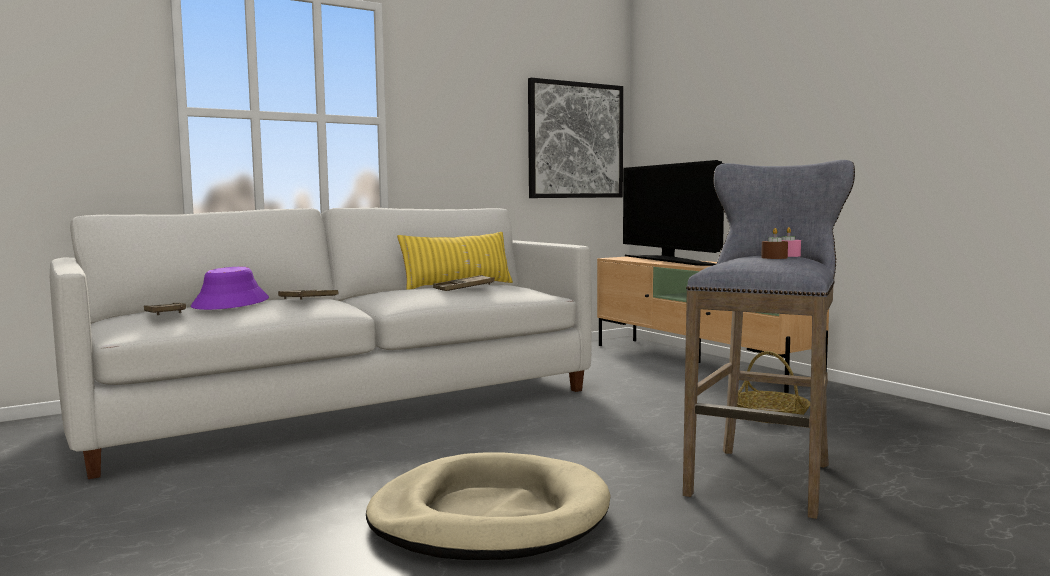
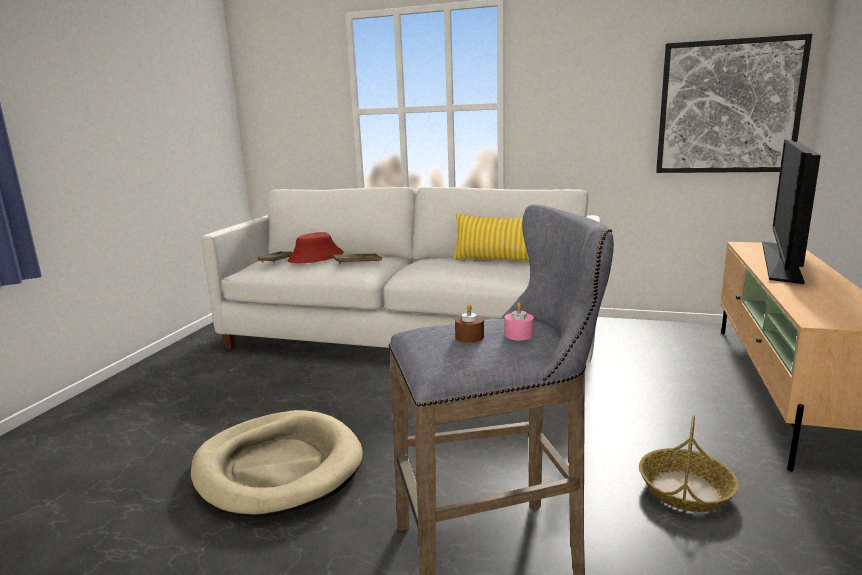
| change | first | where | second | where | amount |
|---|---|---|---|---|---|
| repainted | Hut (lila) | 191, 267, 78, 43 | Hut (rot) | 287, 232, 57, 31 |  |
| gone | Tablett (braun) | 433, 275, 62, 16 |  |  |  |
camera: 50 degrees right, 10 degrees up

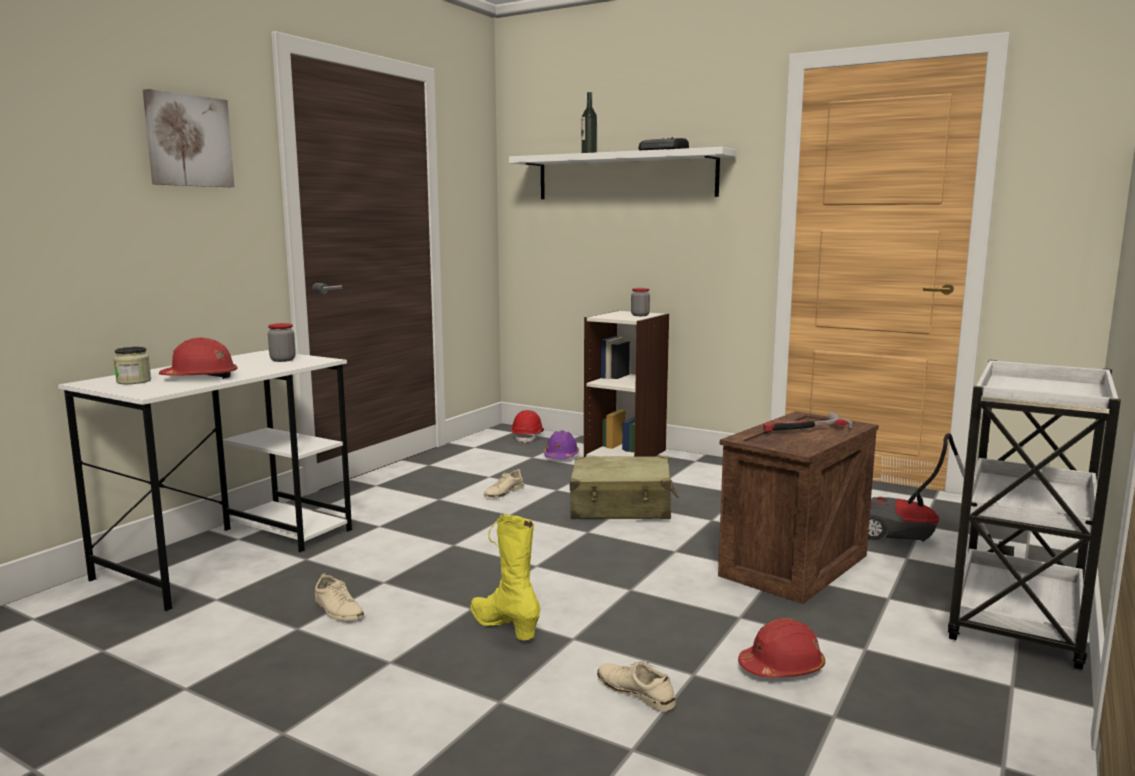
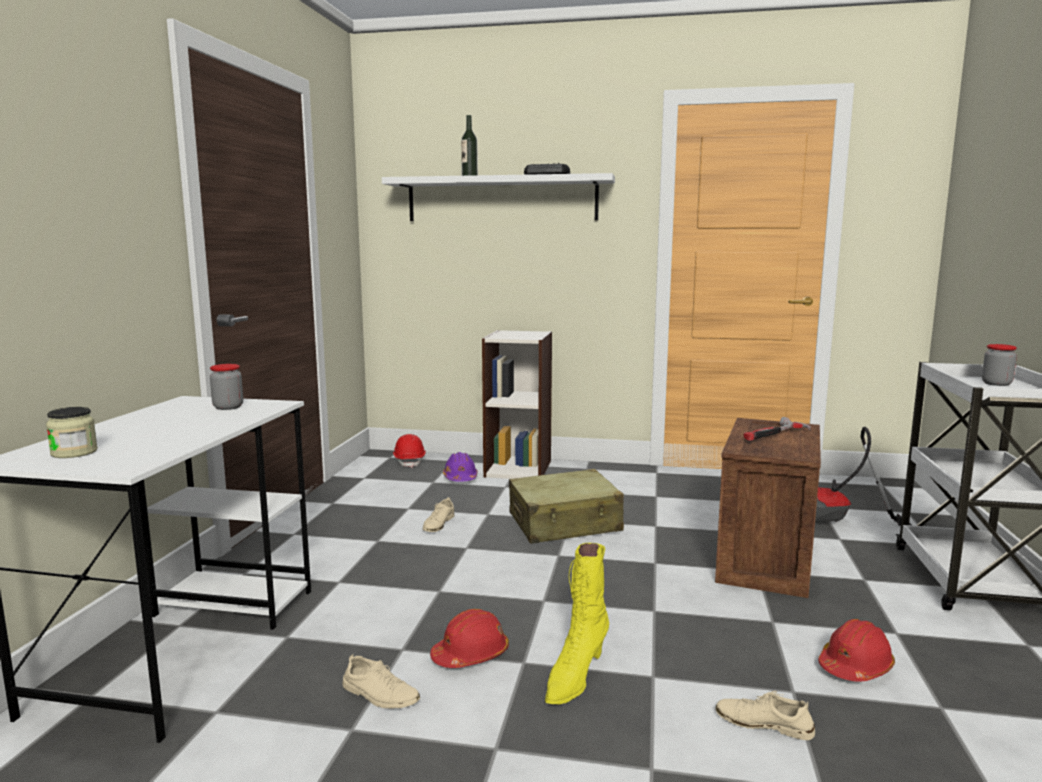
| change | first | where | second | where | amount |
|---|---|---|---|---|---|
| shifted | Schutzhelm (rot) | 159, 337, 79, 42 |  | 430, 609, 79, 59 |  |
| rotated | Stiefel (gelb) | 470, 514, 70, 126 |  | 545, 543, 64, 162 | 90 degrees counterclockwise |
| shifted | Vorratsglas | 631, 288, 19, 28 |  | 982, 344, 35, 42 |  |
| gone | Bild | 143, 89, 91, 98 |  |  |  |
camera: 20 degrees left, 0 degrees up

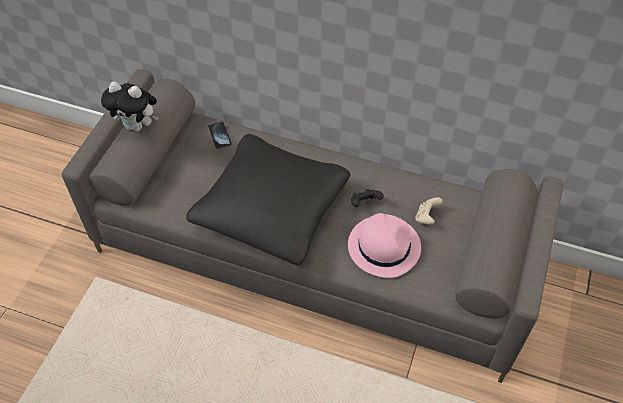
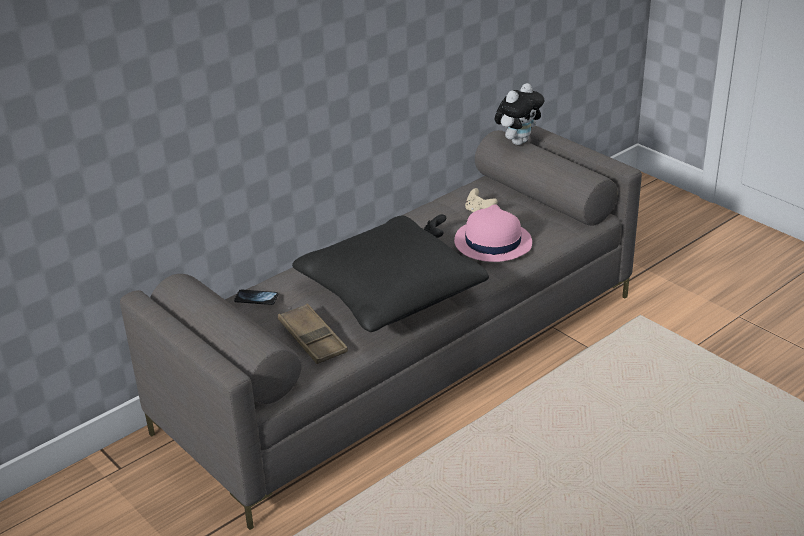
| change | first | where | second | where | amount |
|---|---|---|---|---|---|
| new |  |  | Tablett (braun) | 278, 304, 70, 60 |  |
| shifted | Plüschtier | 101, 82, 58, 50 |  | 495, 83, 49, 62 |  |
camera: 60 degrees left, 20 degrees down

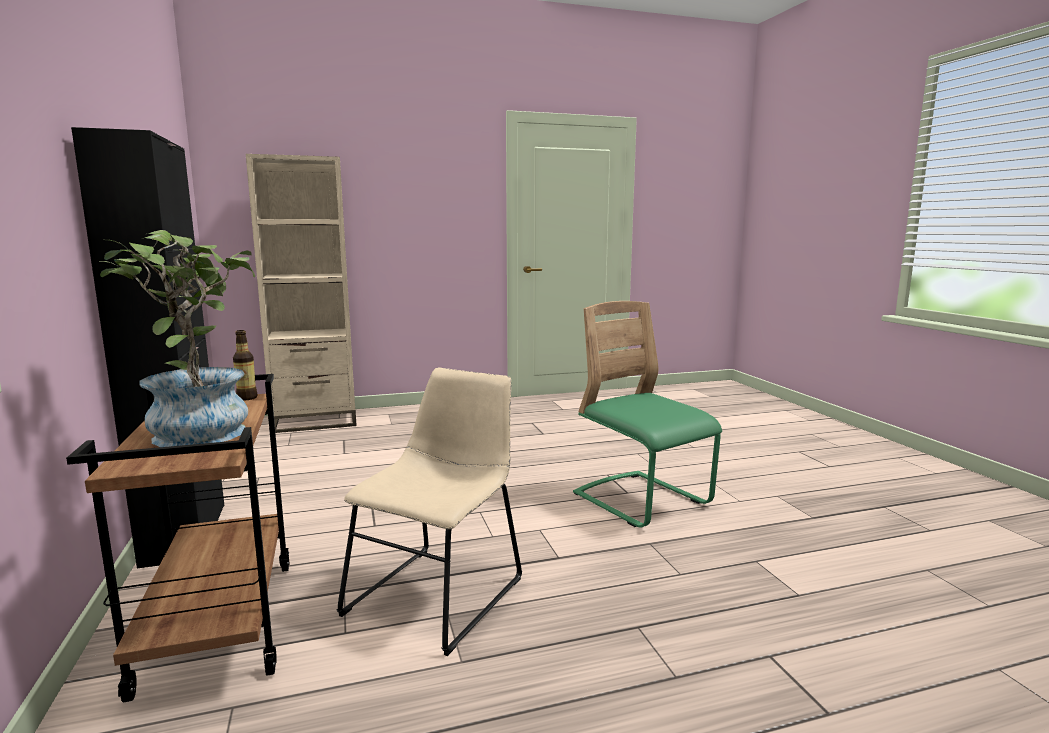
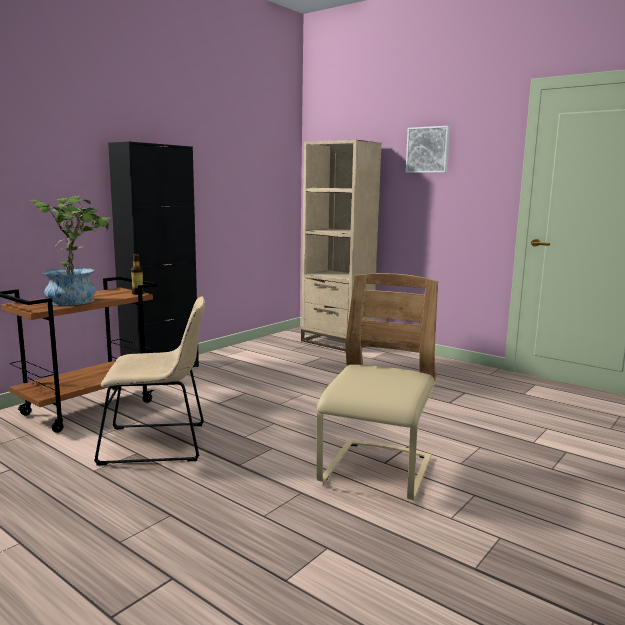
| change | first | where | second | where | amount |
|---|---|---|---|---|---|
| repainted | Stuhl (grün) | 573, 301, 149, 227 | Stuhl (beige) | 316, 273, 122, 227 |  |
| new |  |  | Bild | 406, 126, 44, 47 |  |
camera: 55 degrees right, 0 degrees up

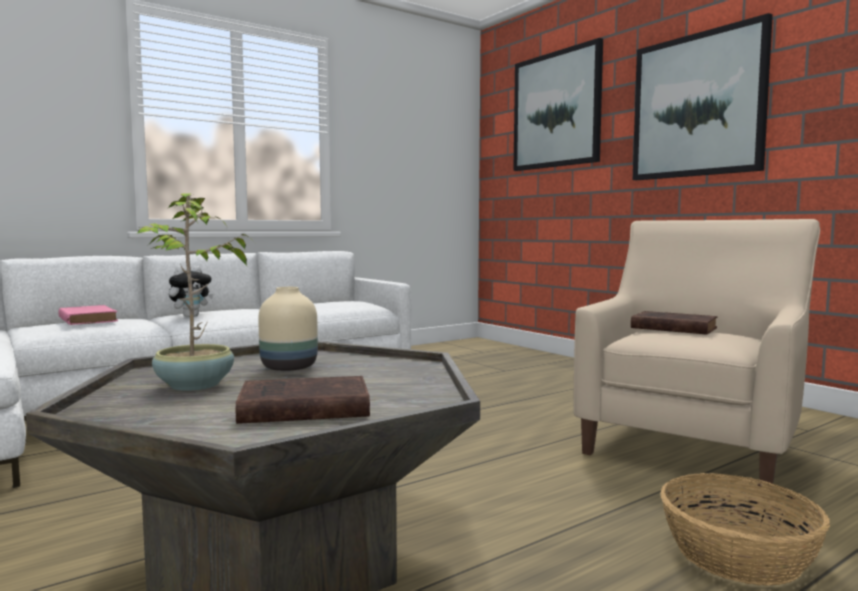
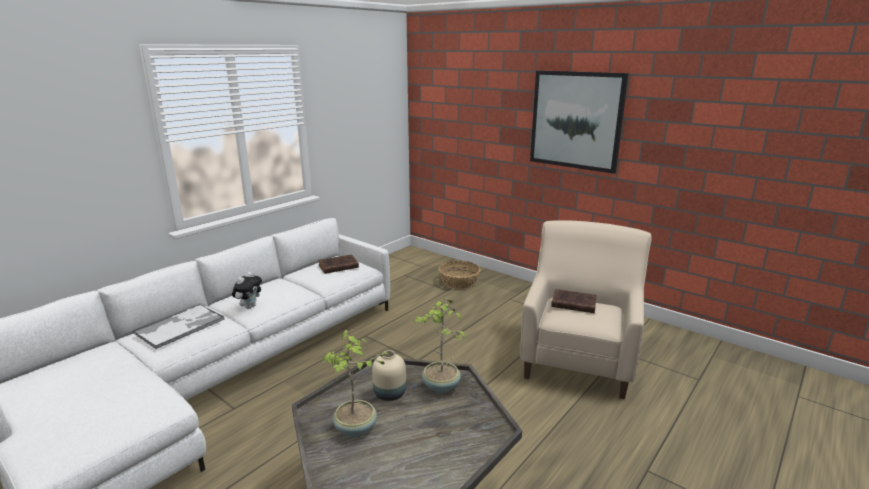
| change | first | where | second | where | amount |
|---|---|---|---|---|---|
| swapped | Buch (rosa) | 58, 305, 60, 20 | Tablett | 132, 304, 93, 45 |  |
| shifted | Buch (braun) | 235, 376, 135, 48 |  | 318, 255, 41, 19 |  |
| new |  |  | Topfpflanze | 413, 298, 52, 95 |  |
| shifted | Korb | 660, 473, 170, 113 |  | 438, 260, 42, 29 |  |
| gone | Bild | 513, 38, 90, 133 |  |  |  |
camera: 15 degrees left, 15 degrees up

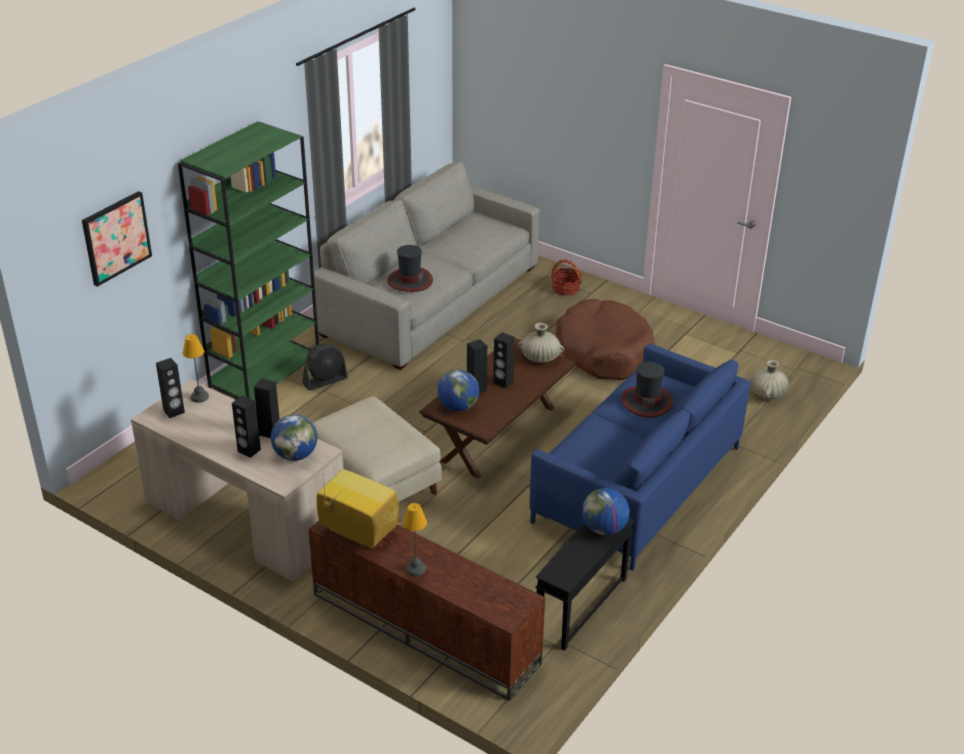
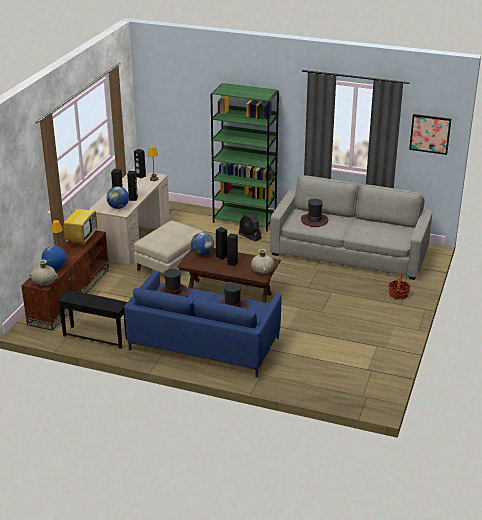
| change | first | where | second | where | amount |
|---|---|---|---|---|---|
| shifted | Vase (beige) | 751, 360, 38, 39 |  | 29, 260, 29, 26 |  |
| shifted | Globus | 582, 488, 48, 48 |  | 42, 245, 25, 25 |  |
| new |  |  | Hut | 158, 269, 31, 28 |  |
| shifted | Bild | 82, 191, 70, 96 |  | 409, 114, 42, 41 |  |
| gone | Hundebett (braun) | 556, 299, 99, 81 |  |  |  |
camera: 75 degrees right, 5 degrees down

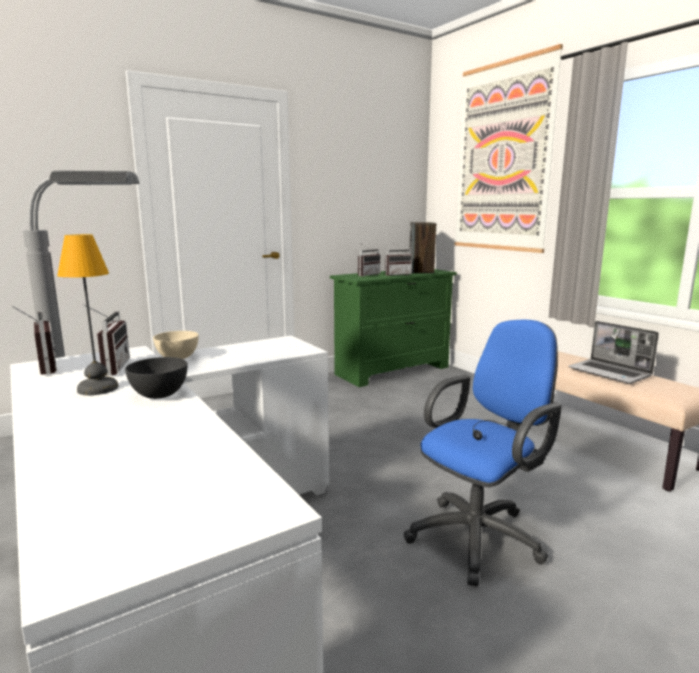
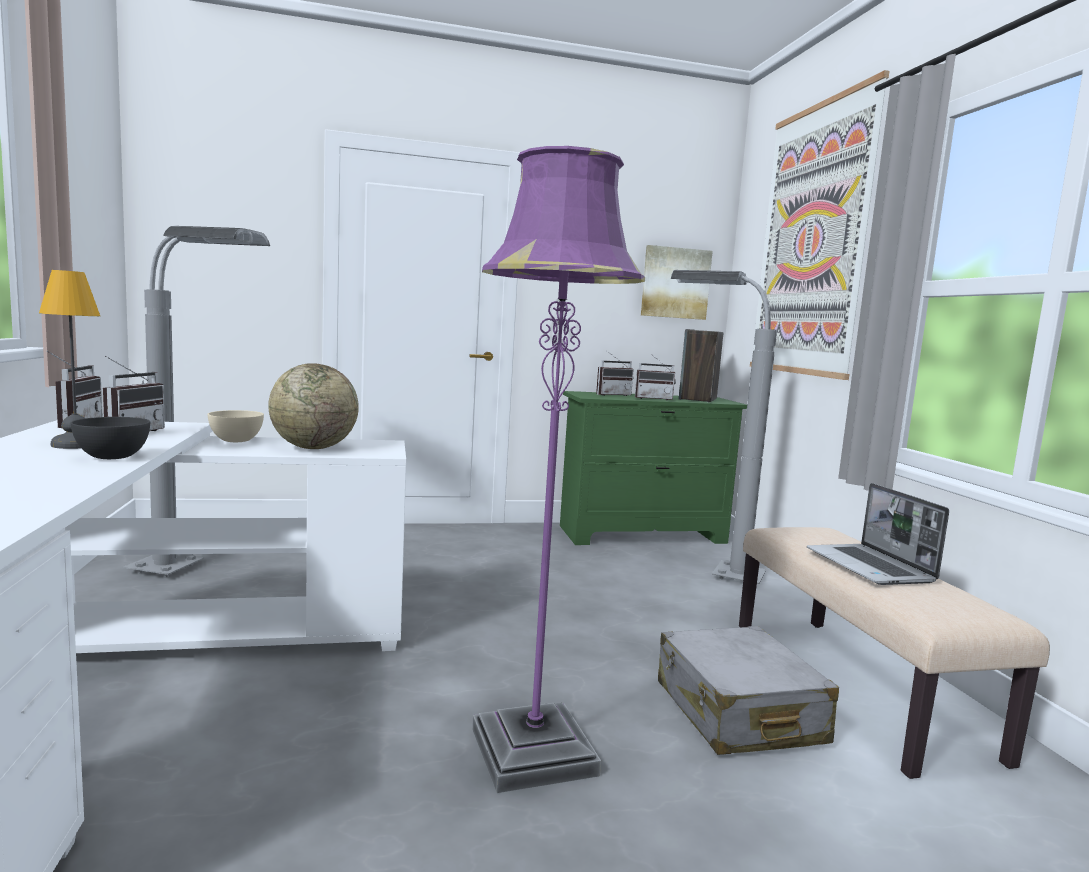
| change | first | where | second | where | amount |
|---|---|---|---|---|---|
| new |  |  | Globus | 268, 363, 91, 86 |  |
| swapped | Bürostuhl (blau) | 404, 320, 158, 266 | Stehlampe (lila) | 472, 146, 173, 647 |  |
| new |  |  | Bild | 641, 245, 72, 75 |  |
| new |  |  | Koffer (grau) | 658, 626, 181, 129 |  |
| new |  |  | Stehlampe (grau) | 671, 270, 106, 314 |  |
camera: 20 degrees right, 5 degrees down

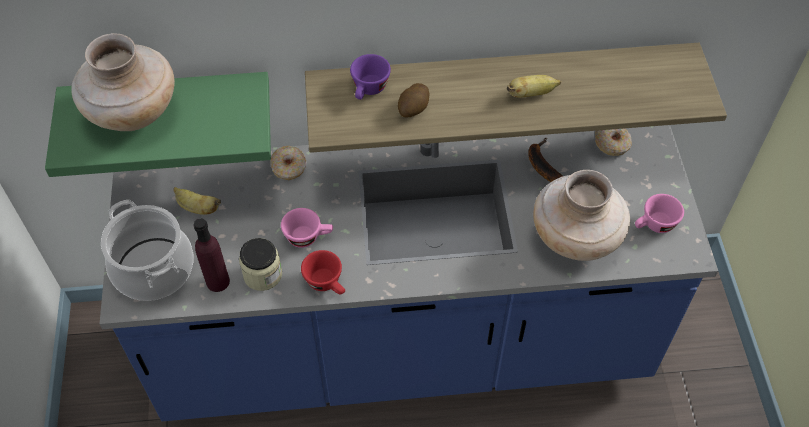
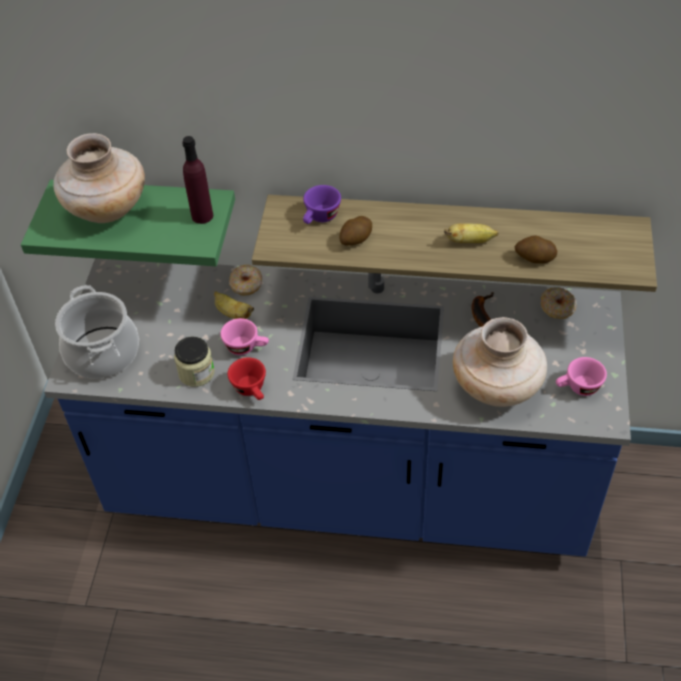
| change | first | where | second | where | amount |
|---|---|---|---|---|---|
| shifted | Flasche (lila) | 193, 218, 37, 74 |  | 182, 136, 31, 88 |  |
| shifted | Banane | 173, 187, 48, 28 |  | 214, 291, 40, 28 |  |
| new |  |  | Kartoffel | 515, 235, 42, 29 |  |
camera: 15 degrees right, 5 degrees down

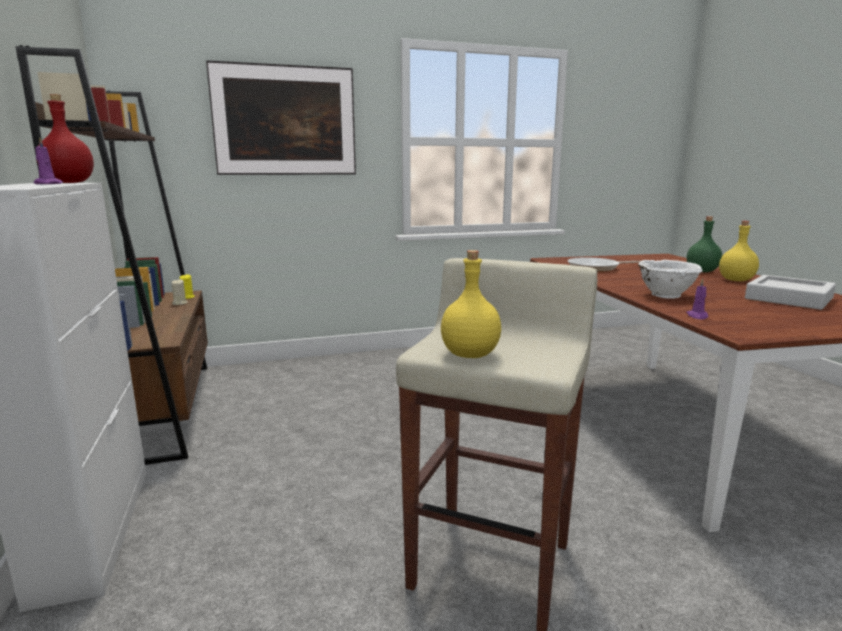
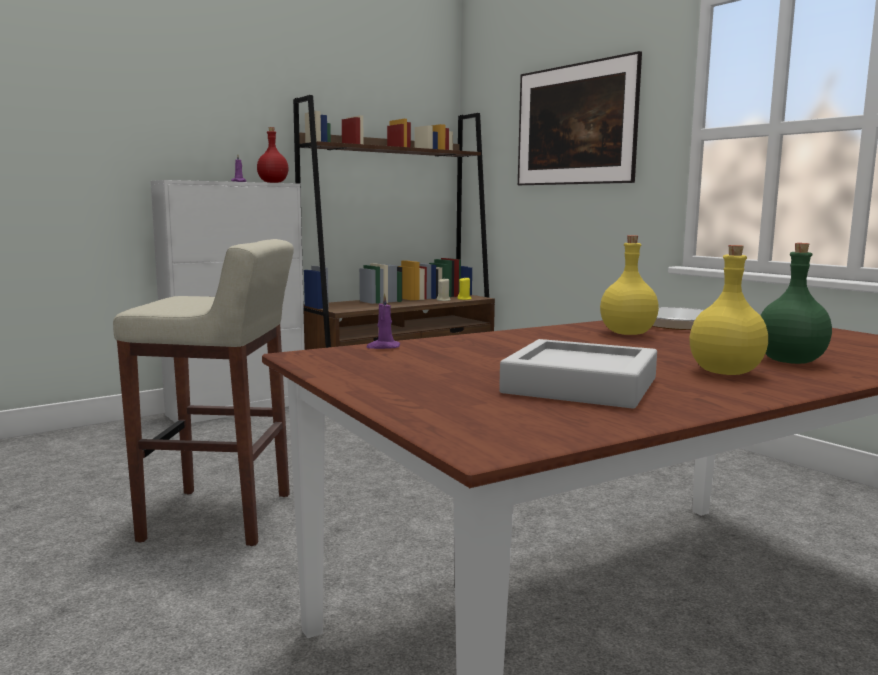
| change | first | where | second | where | amount |
|---|---|---|---|---|---|
| shifted | Flasche (gelb) | 441, 250, 60, 108 |  | 600, 235, 59, 100 |  |
| gone | Schüssel (weiß) | 638, 259, 64, 40 |  |  |  |
camera: 70 degrees right, 5 degrees down

